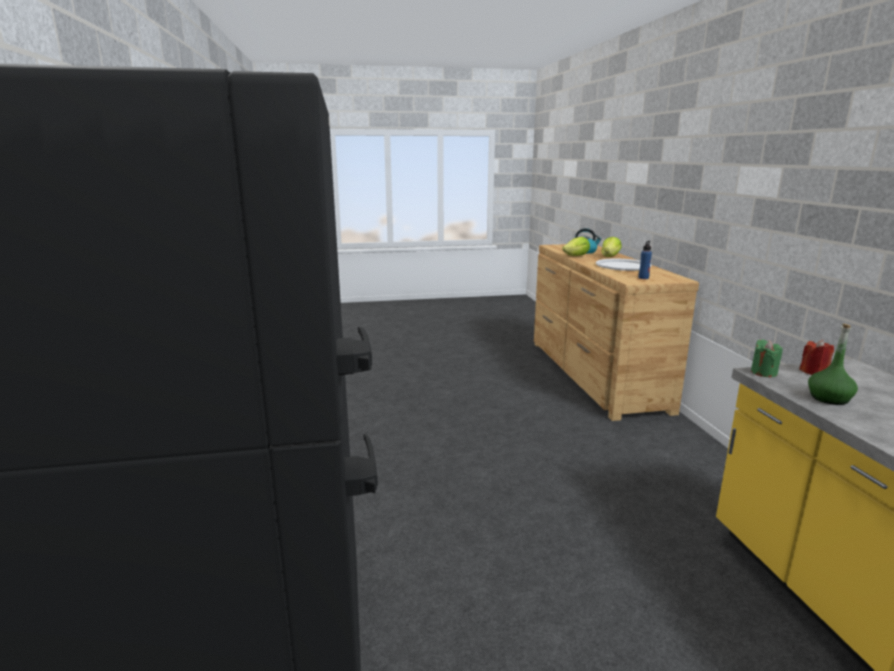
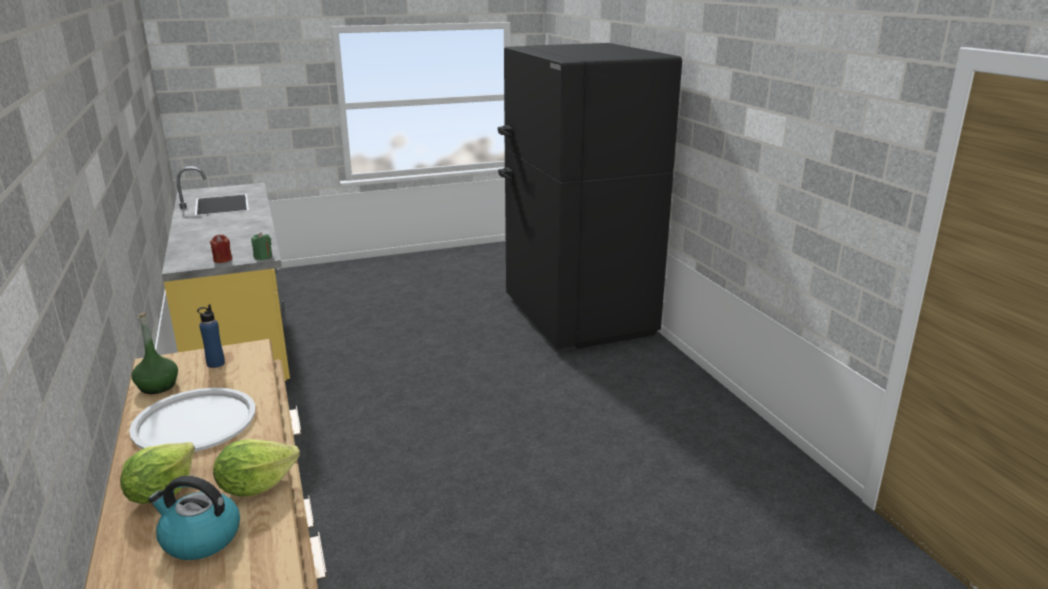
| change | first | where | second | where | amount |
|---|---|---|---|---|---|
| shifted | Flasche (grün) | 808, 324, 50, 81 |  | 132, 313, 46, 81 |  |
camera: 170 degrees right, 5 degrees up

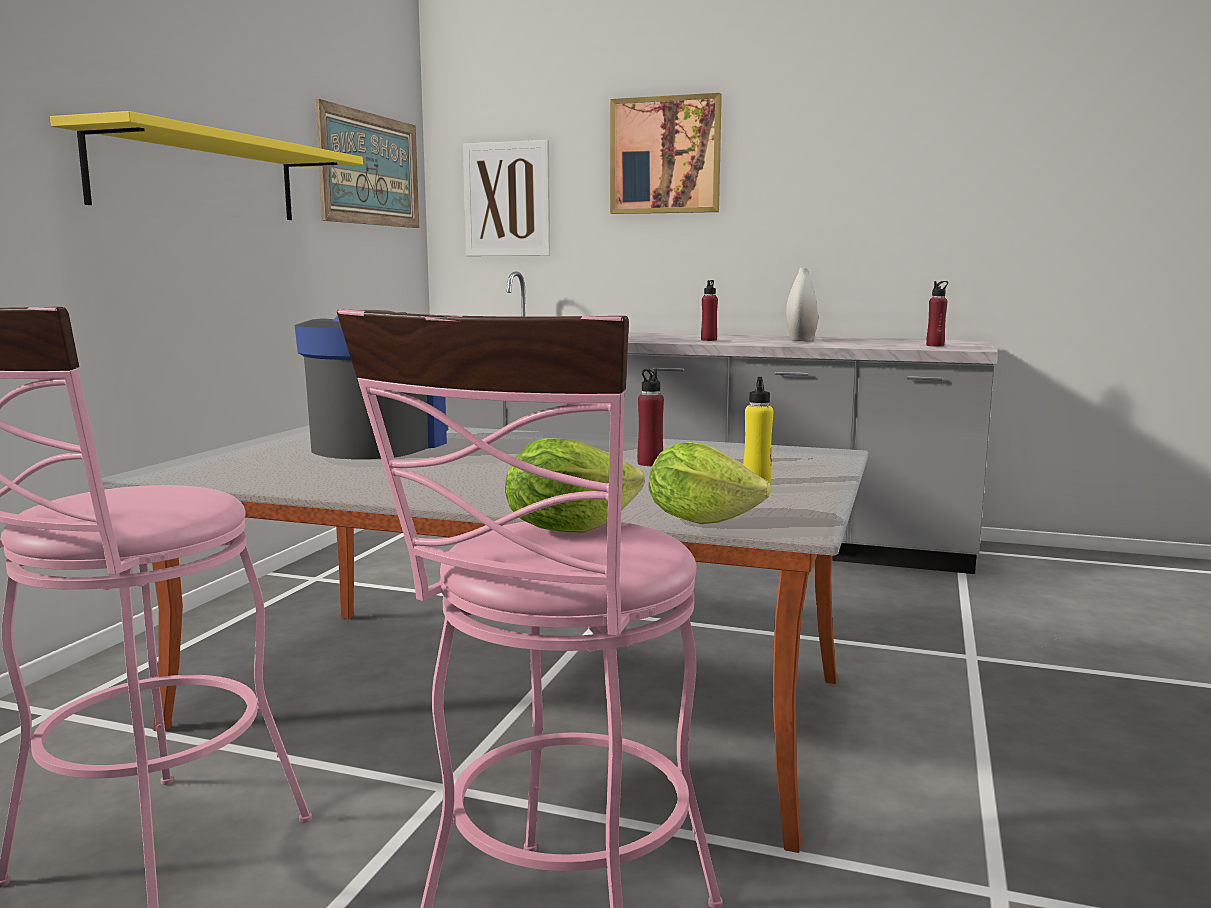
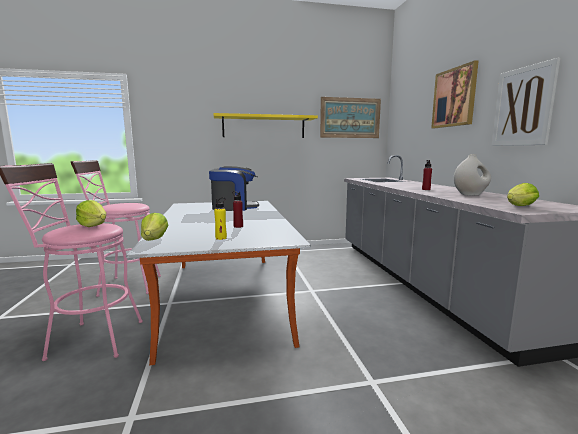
| change | first | where | second | where | amount |
|---|---|---|---|---|---|
| shifted | Bild | 463, 140, 87, 116 |  | 492, 58, 68, 88 |  |
| swapped | Flasche (rot) | 926, 281, 22, 66 | Salatkopf | 507, 183, 32, 23 |  |
camera: 60 degrees right, 0 degrees up

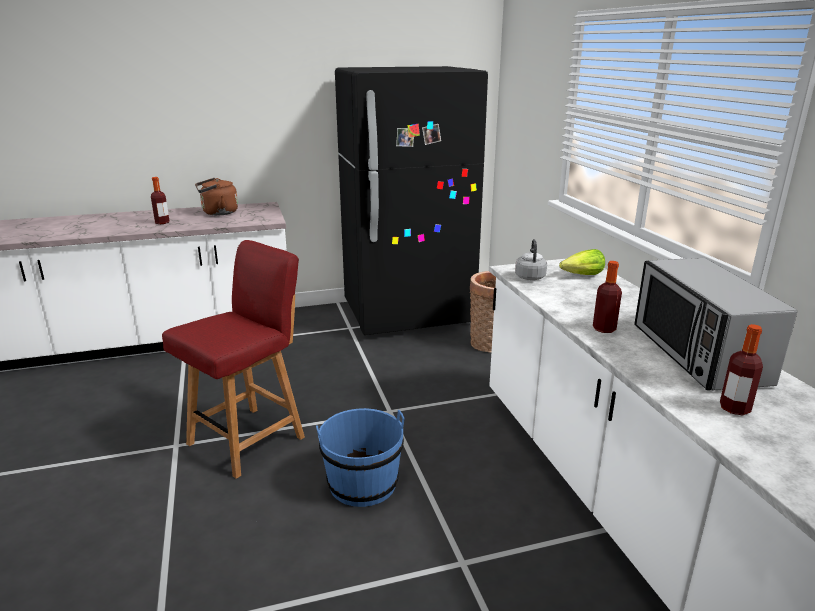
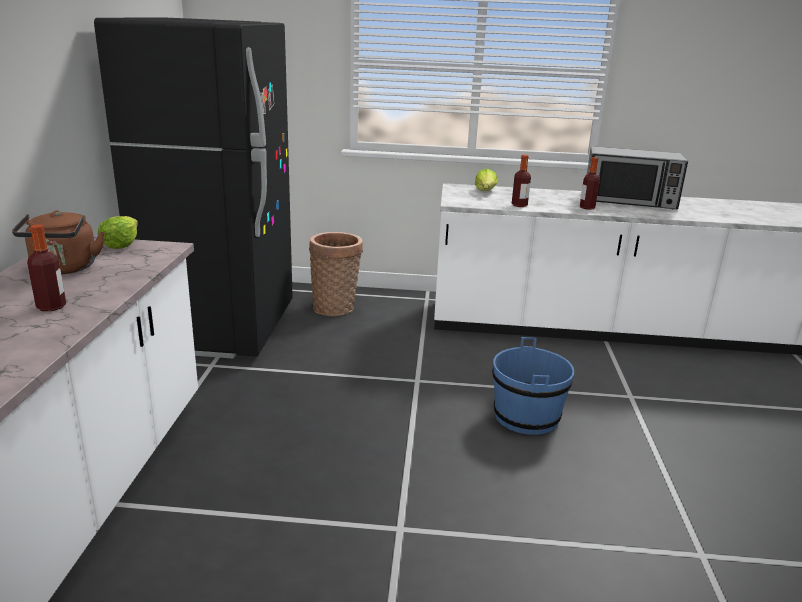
| change | first | where | second | where | amount |
|---|---|---|---|---|---|
| new |  |  | Salatkopf | 98, 216, 40, 33 |  |
| shifted | Flasche | 720, 324, 43, 91 |  | 512, 155, 19, 52 |  |
| gone | Stuhl (rot) | 162, 240, 143, 239 |  |  |  |
| gone | Wasserkessel (grau) | 515, 239, 32, 41 |  |  |  |
camera: 70 degrees left, 0 degrees up

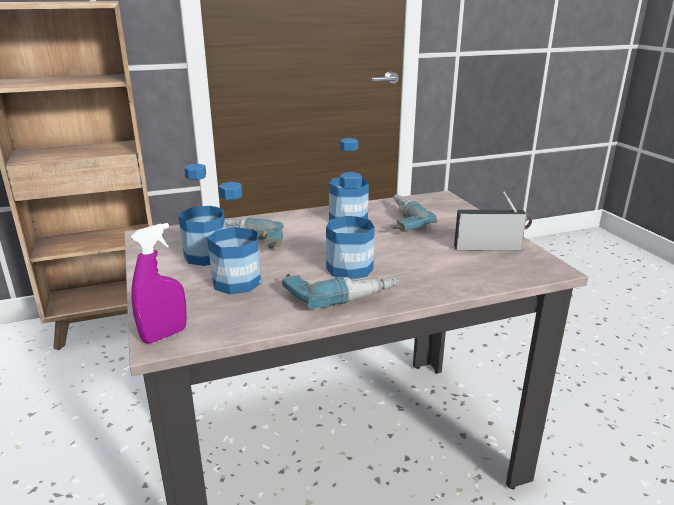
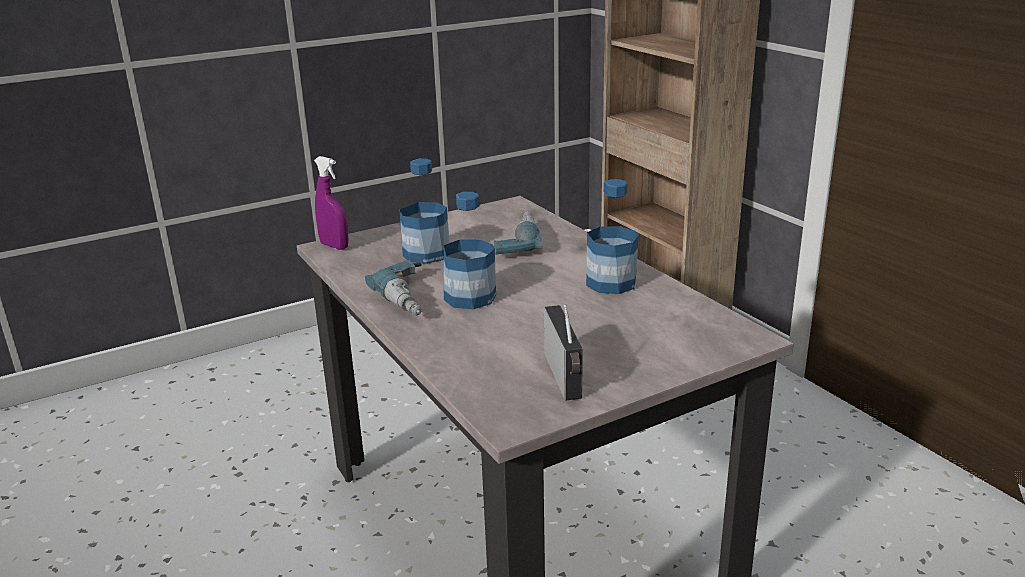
| change | first | where | second | where | amount |
|---|---|---|---|---|---|
| gone | Flasche | 178, 164, 48, 102 |  |  |  |
| gone | Bohrmaschine | 392, 194, 45, 38 |  |  |  |
camera: 80 degrees right, 0 degrees up

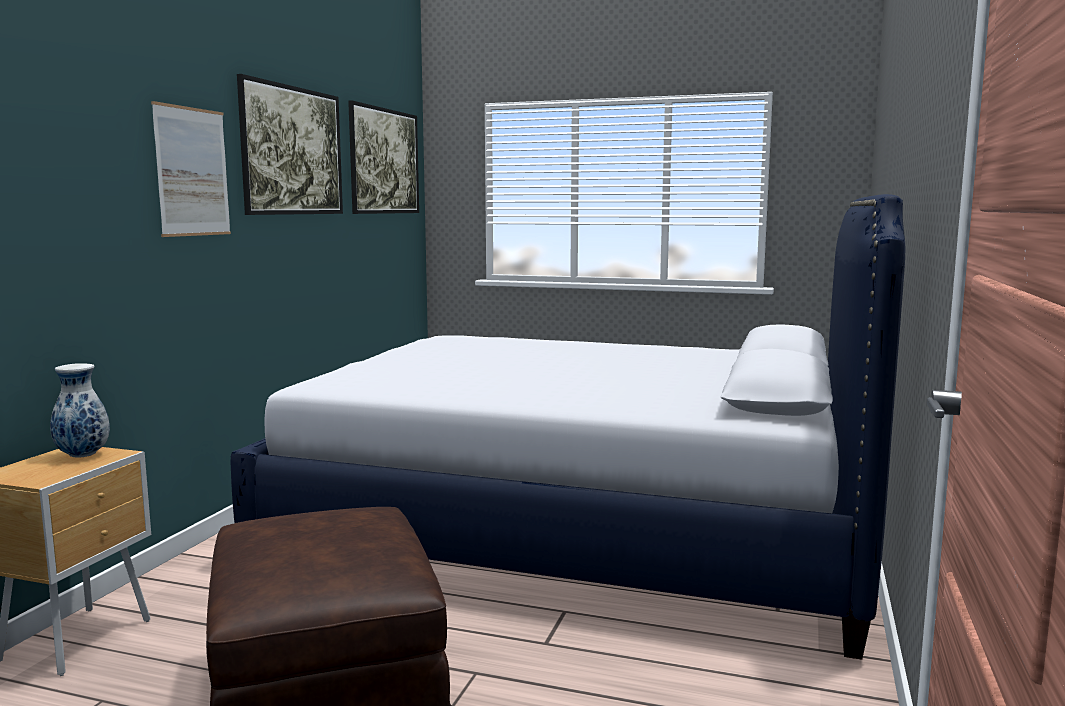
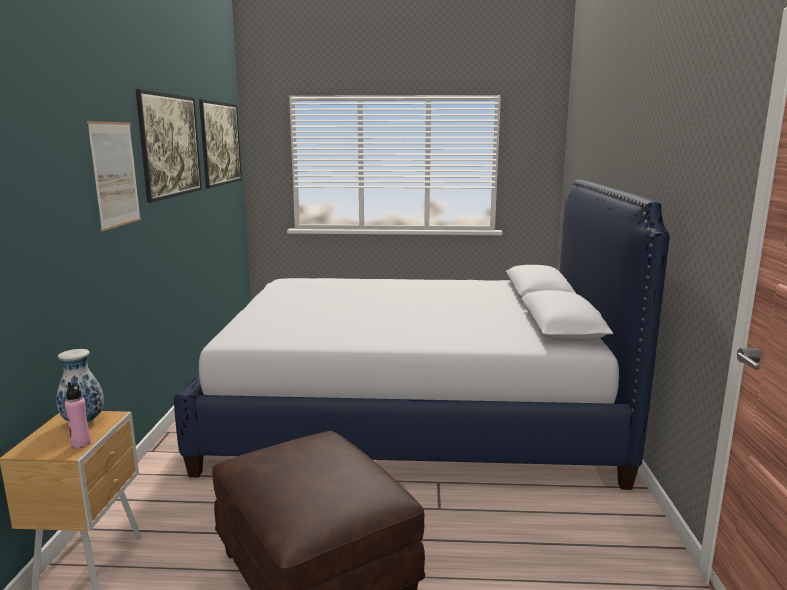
| change | first | where | second | where | amount |
|---|---|---|---|---|---|
| new |  |  | Flasche (rosa) | 65, 382, 26, 67 |  |
camera: 15 degrees left, 5 degrees up

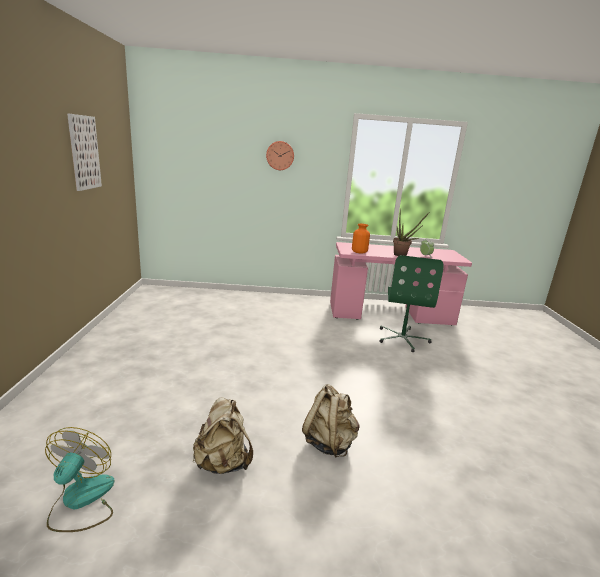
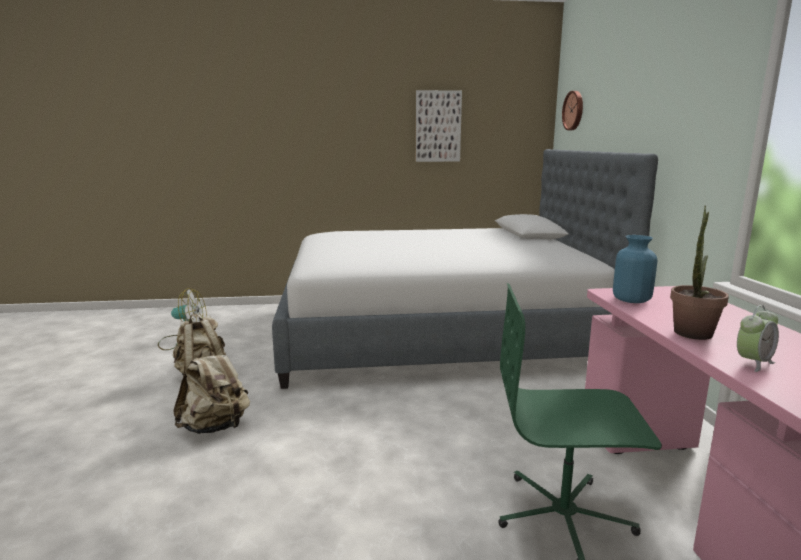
| change | first | where | second | where | amount |
|---|---|---|---|---|---|
| new |  |  | Bett | 272, 149, 386, 240 |  |
| shifted | Wanduhr | 266, 141, 28, 29 |  | 562, 91, 21, 39 |  |
| repainted | Vase (orange) | 352, 224, 18, 30 | Vase (blau) | 613, 235, 44, 68 |  |
camera: 85 degrees right, 5 degrees down

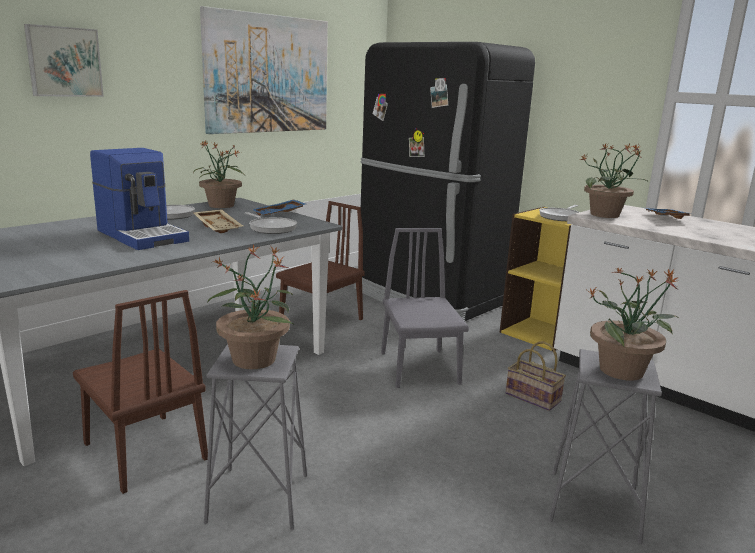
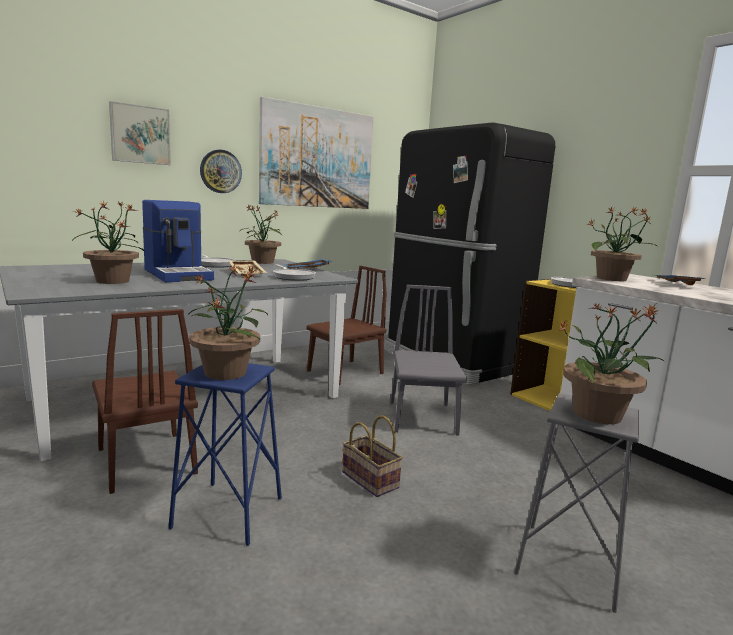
| change | first | where | second | where | amount |
|---|---|---|---|---|---|
| new |  |  | Topfpflanze | 72, 200, 73, 84 |  |
| repainted | Hocker (grau) | 204, 344, 103, 186 | Hocker (blau) | 168, 363, 114, 183 |  |
| new |  |  | Wanduhr | 200, 150, 42, 43 |  |
| shifted | Korb | 506, 341, 60, 70 |  | 342, 416, 61, 81 |  |
camera: 10 degrees right, 5 degrees down

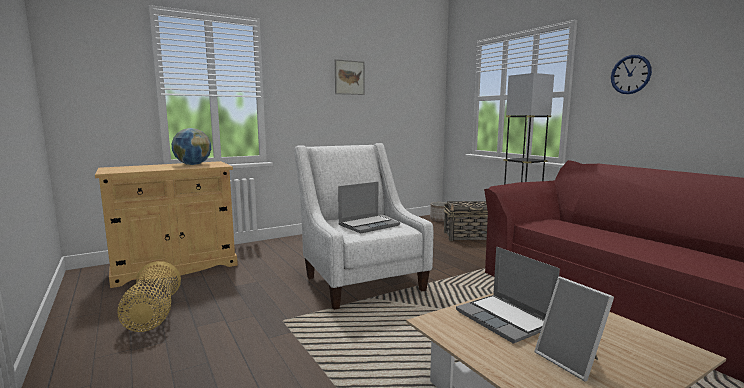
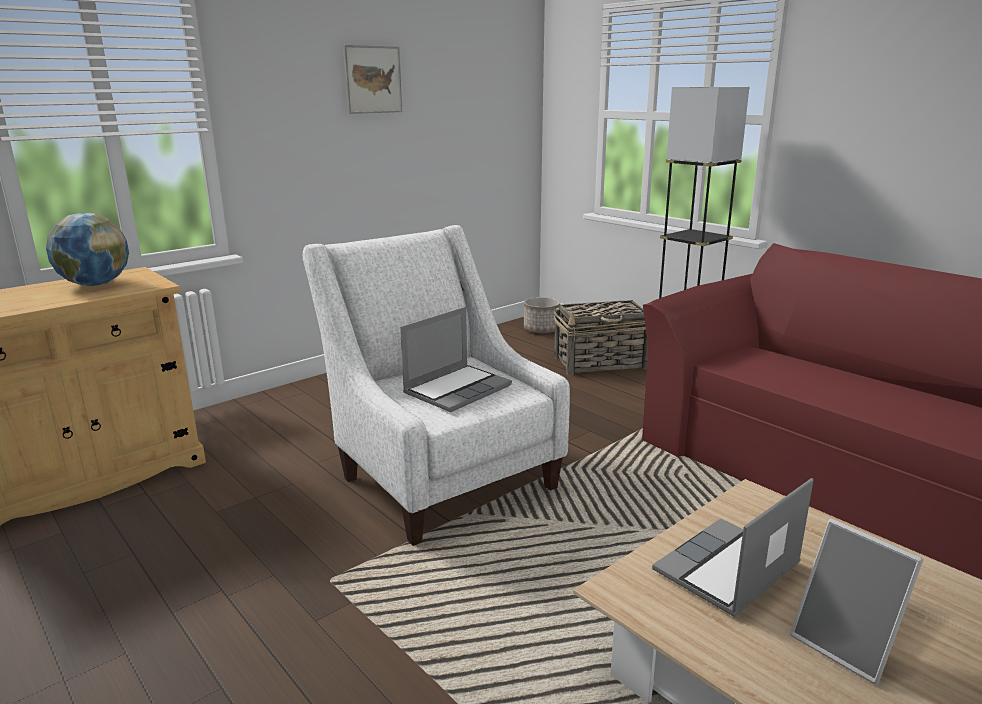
| change | first | where | second | where | amount |
|---|---|---|---|---|---|
| rotated | Laptop | 456, 247, 104, 97 |  | 652, 478, 161, 139 | 90 degrees clockwise |
| gone | Korb | 117, 261, 64, 71 |  |  |  |
| gone | Wanduhr | 611, 55, 41, 39 |  |  |  |
camera: 10 degrees left, 10 degrees up

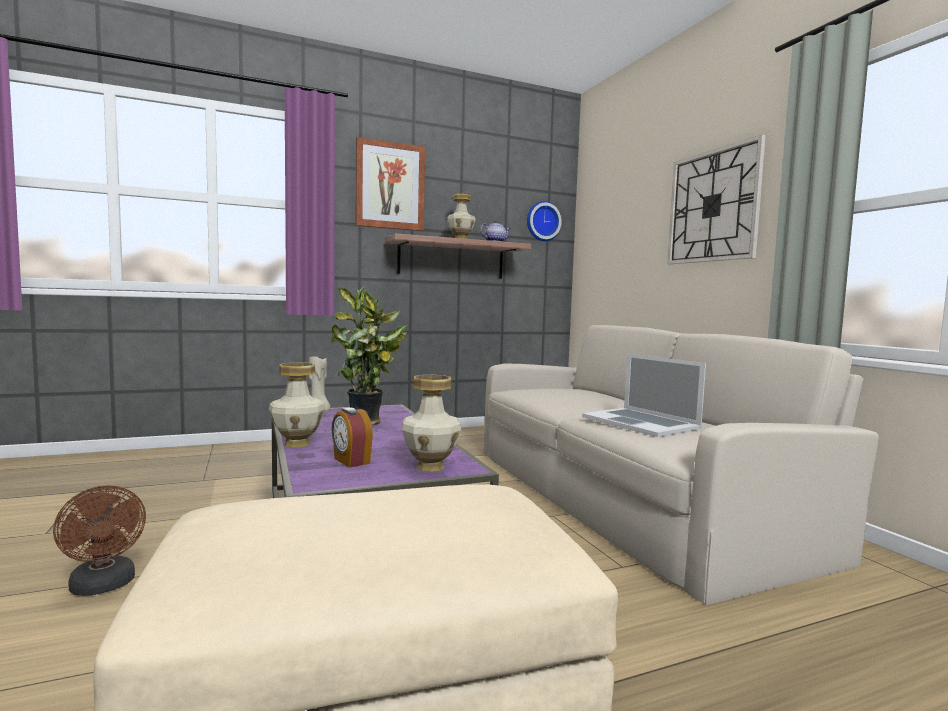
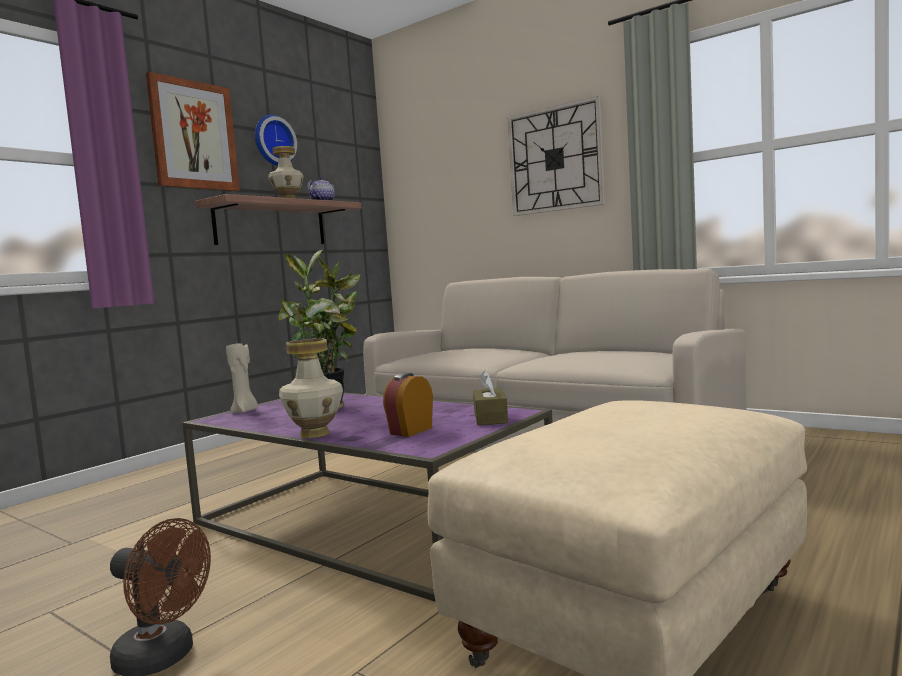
| change | first | where | second | where | amount |
|---|---|---|---|---|---|
| shifted | Wanduhr | 527, 201, 35, 40 |  | 255, 115, 42, 51 |  |
| rotated | Wecker | 332, 408, 41, 60 |  | 383, 373, 50, 64 | 105 degrees clockwise |
| swapped | Vase | 402, 375, 59, 97 | Taschentuchbox (braun) | 473, 371, 35, 54 |  |
| gone | Laptop | 582, 354, 124, 83 |  |  |  |
camera: 30 degrees left, 0 degrees up

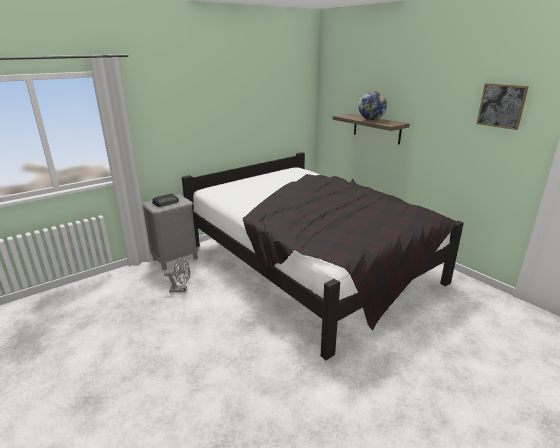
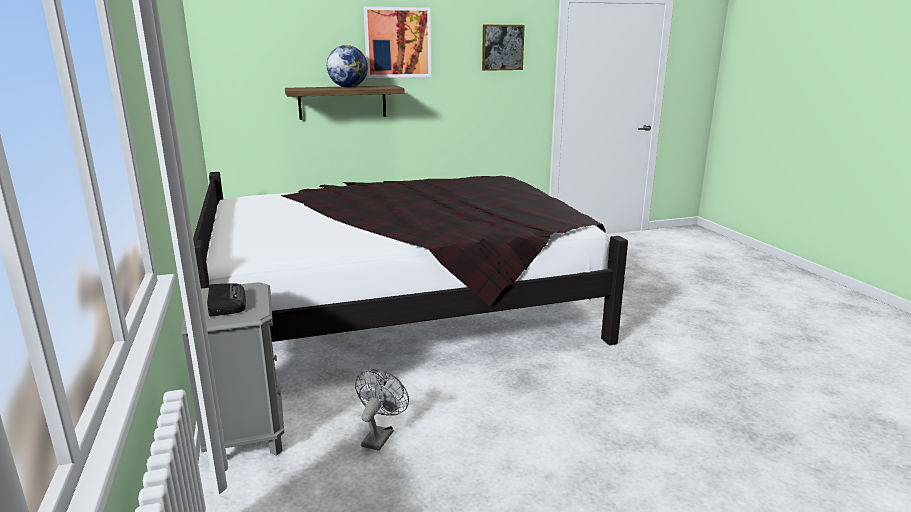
| change | first | where | second | where | amount |
|---|---|---|---|---|---|
| new |  |  | Bild | 363, 7, 68, 71 |  |
camera: 70 degrees left, 5 degrees down

